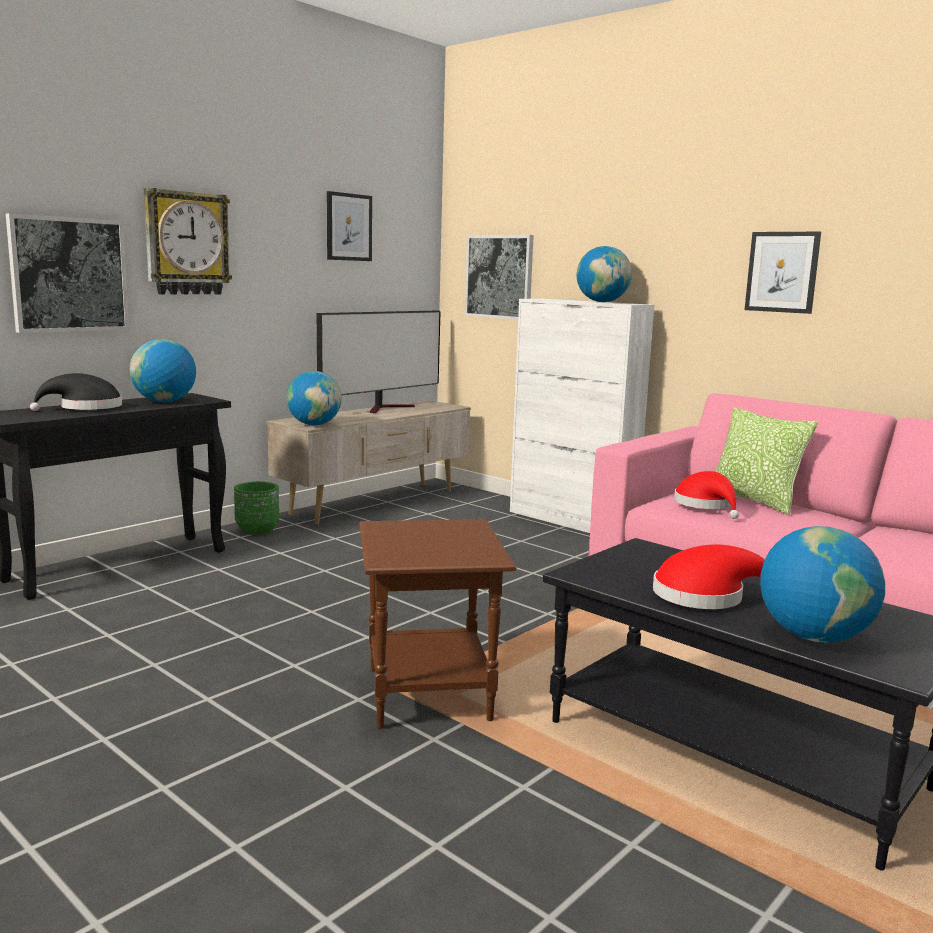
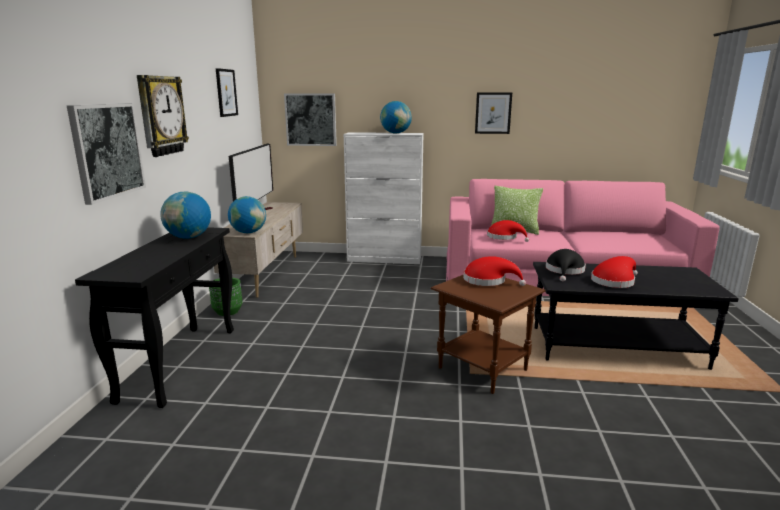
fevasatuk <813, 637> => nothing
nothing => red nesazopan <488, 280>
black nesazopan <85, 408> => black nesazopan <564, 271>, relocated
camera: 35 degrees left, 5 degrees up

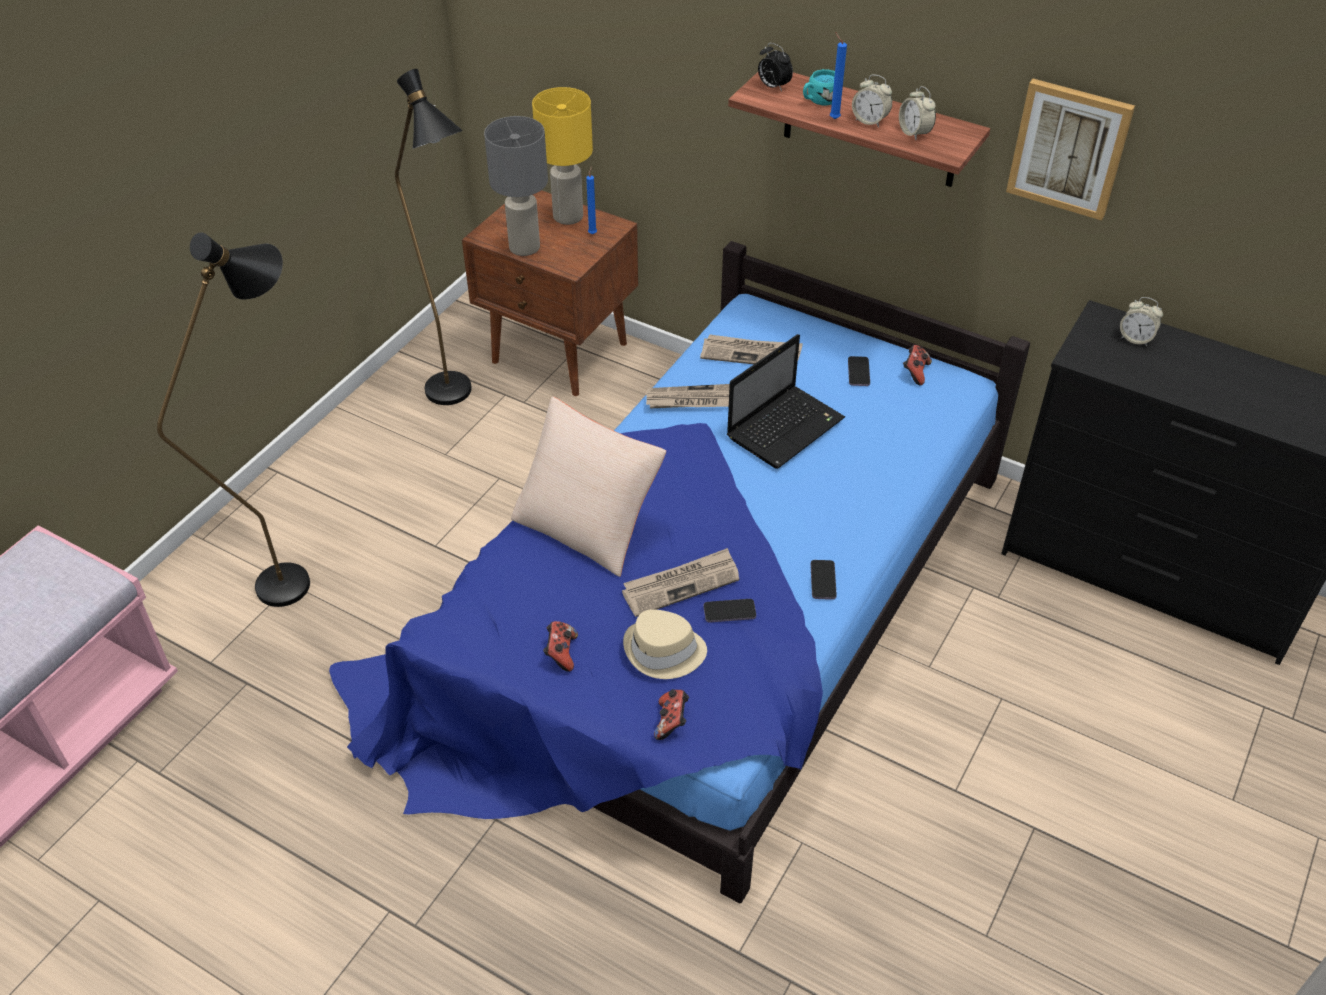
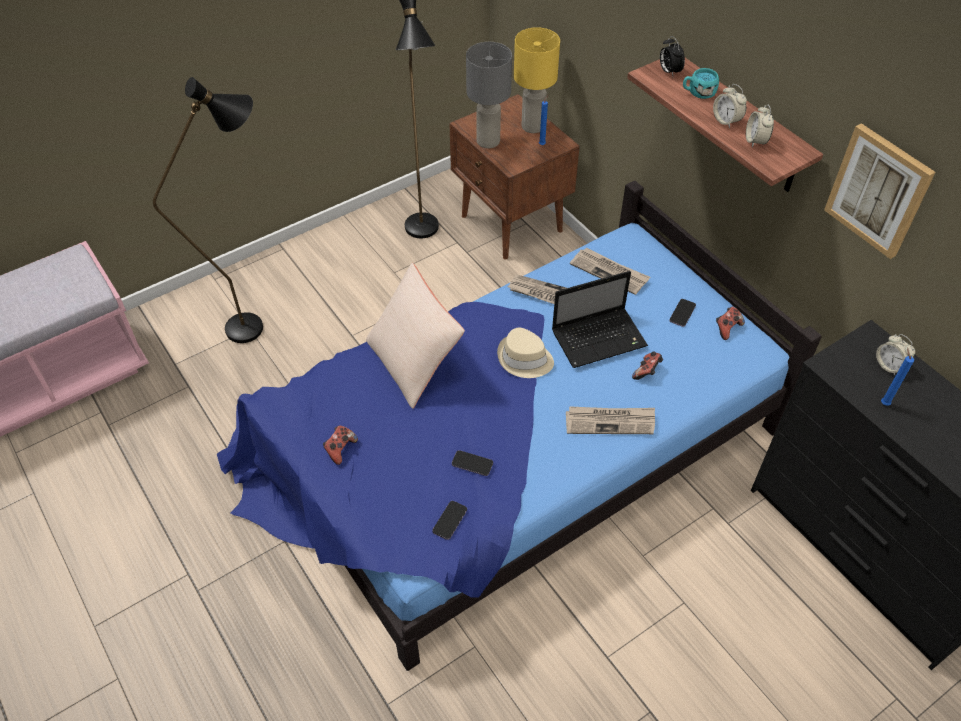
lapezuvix <681, 584> => lapezuvix <610, 422>, relocated
beige nesazopan <664, 652> => beige nesazopan <524, 359>, relocated
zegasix <671, 722> => zegasix <647, 372>, relocated
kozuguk <823, 581> => kozuguk <450, 521>, relocated
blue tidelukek <833, 118> => blue tidelukek <883, 402>, relocated
camera: 25 degrees right, 5 degrees up

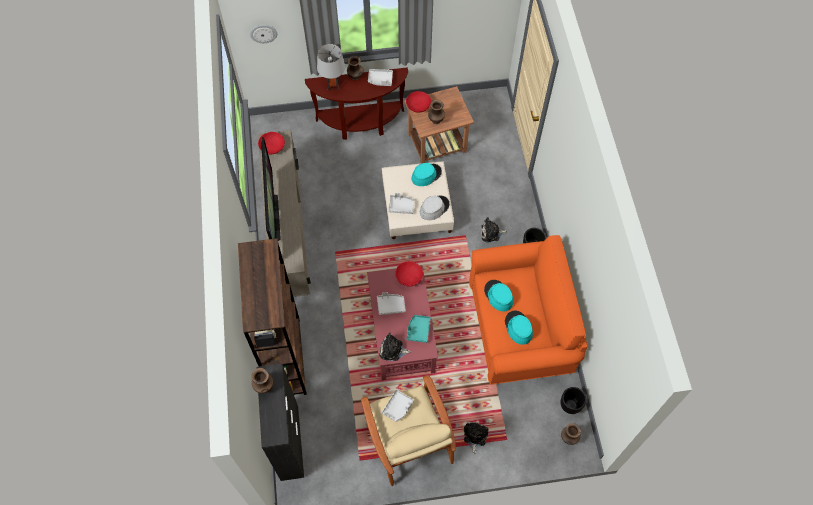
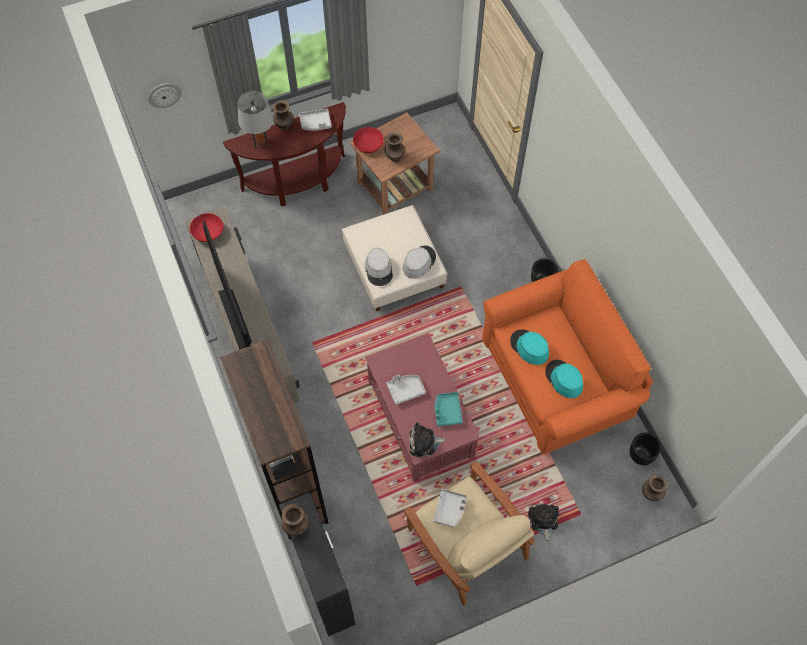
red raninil <409, 277> => nothing
turquoise nesazopan <426, 175> => nothing
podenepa <491, 233> => nothing
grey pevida <401, 206> => grey nesazopan <379, 269>
camera: 15 degrees left, 0 degrees up

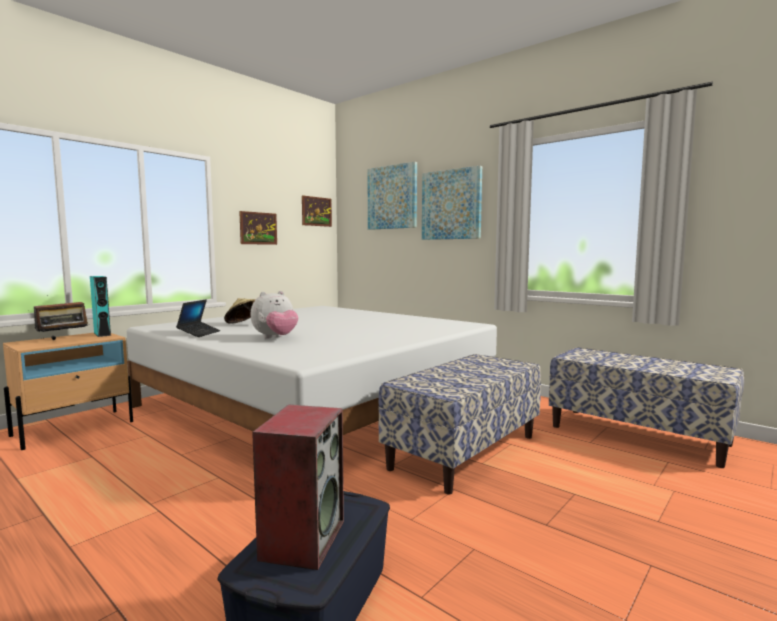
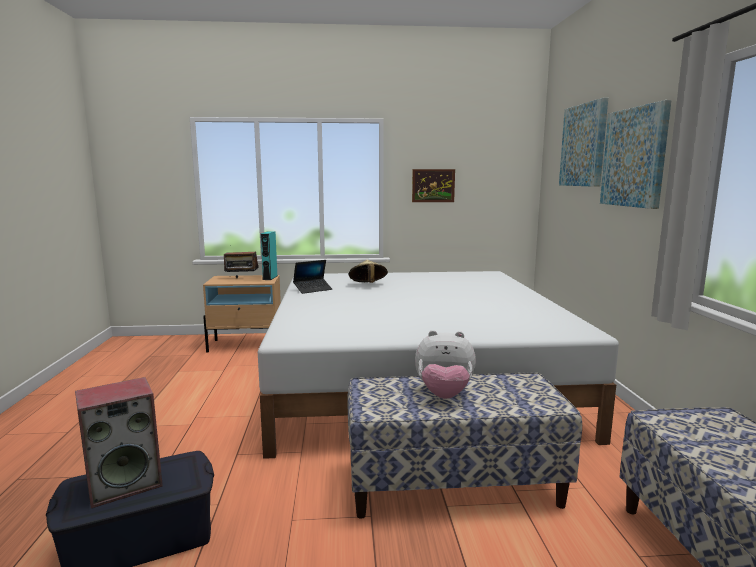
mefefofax <316, 211> => nothing
podenepa <275, 338> => podenepa <444, 395>, relocated
camera: 45 degrees right, 5 degrees up

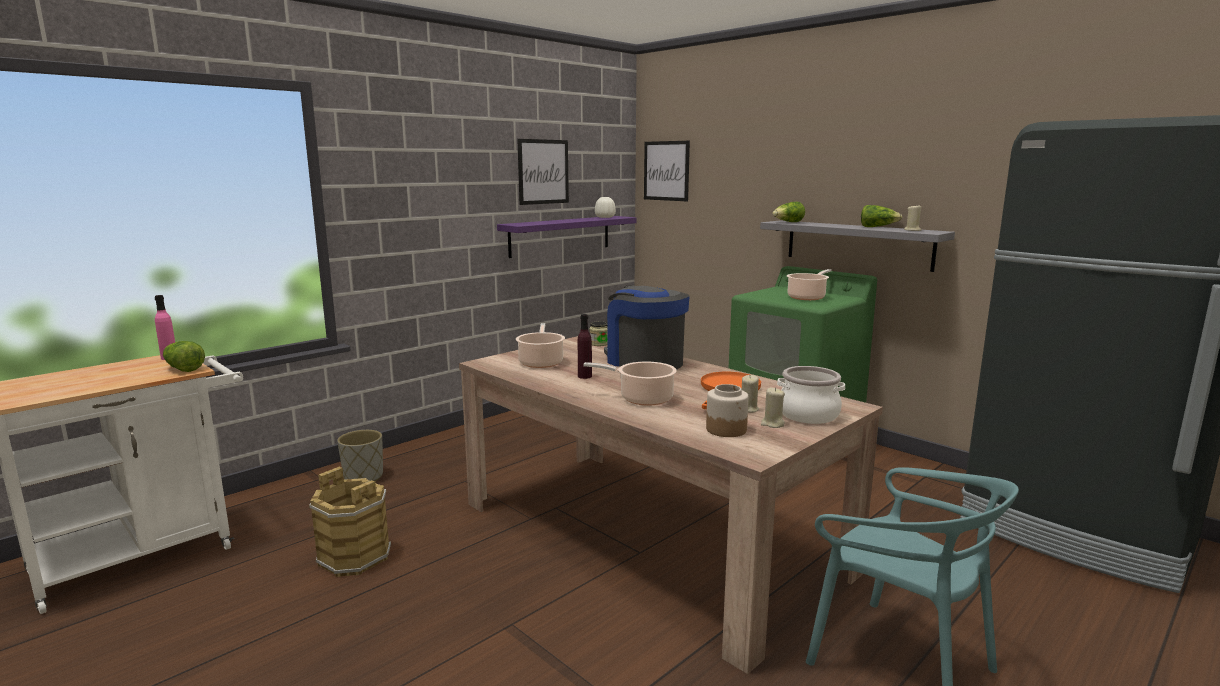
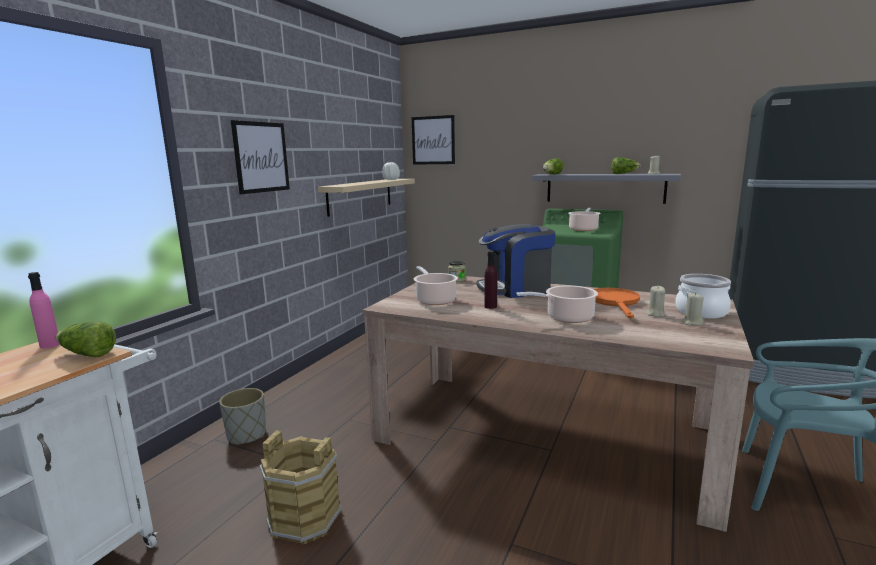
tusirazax <726, 429> => nothing
mefefofax <543, 172> => mefefofax <261, 157>, relocated
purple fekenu <560, 236> => beige fekenu <360, 196>
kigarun <644, 361> => kigarun <516, 289>, 45 degrees counterclockwise
camera: 20 degrees left, 0 degrees up

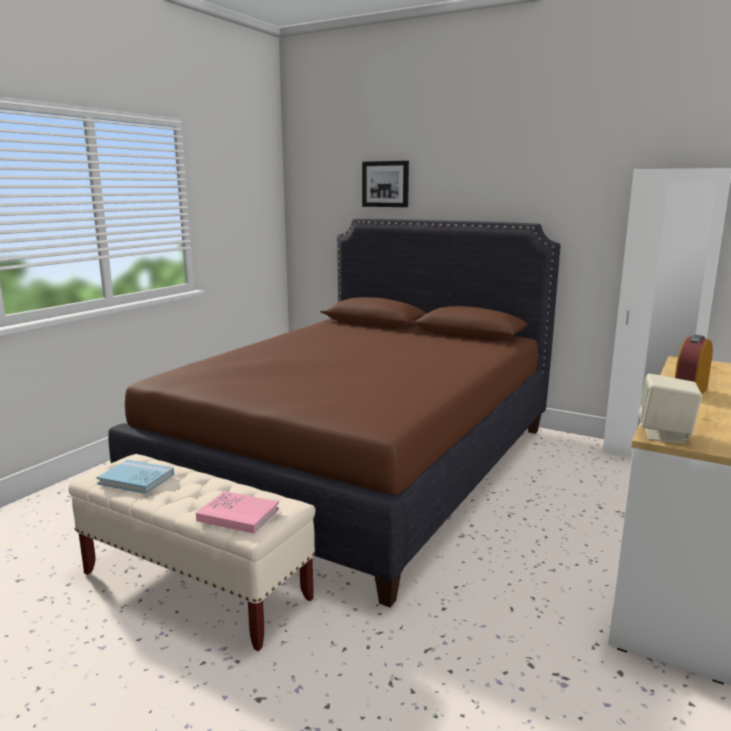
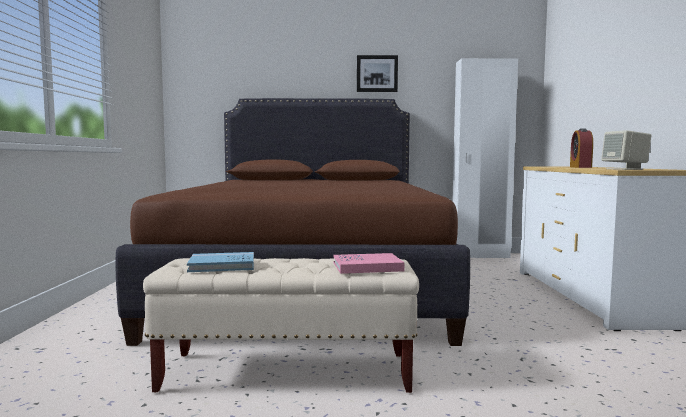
mefefofax <385, 184> => mefefofax <377, 74>, relocated
camera: 30 degrees left, 10 degrees down

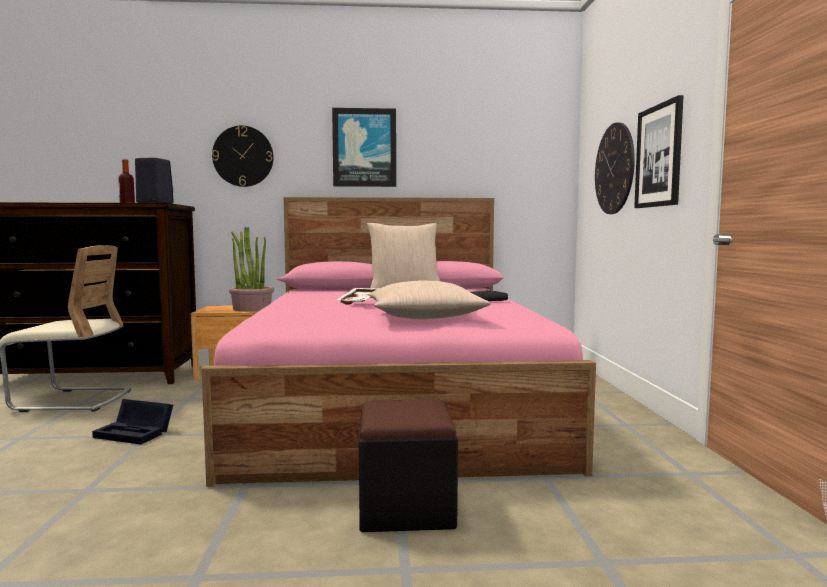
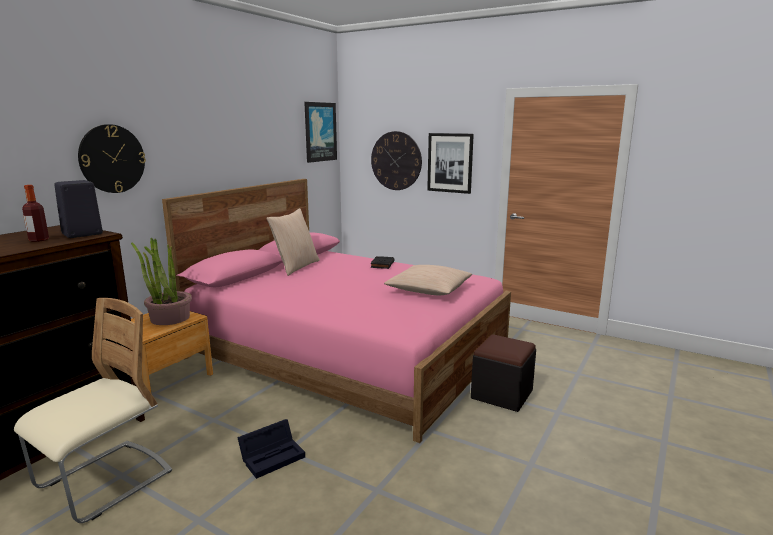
white pevida <360, 301> => nothing
mefefofax <364, 148> => mefefofax <320, 132>, relocated
camera: 55 degrees left, 10 degrees up

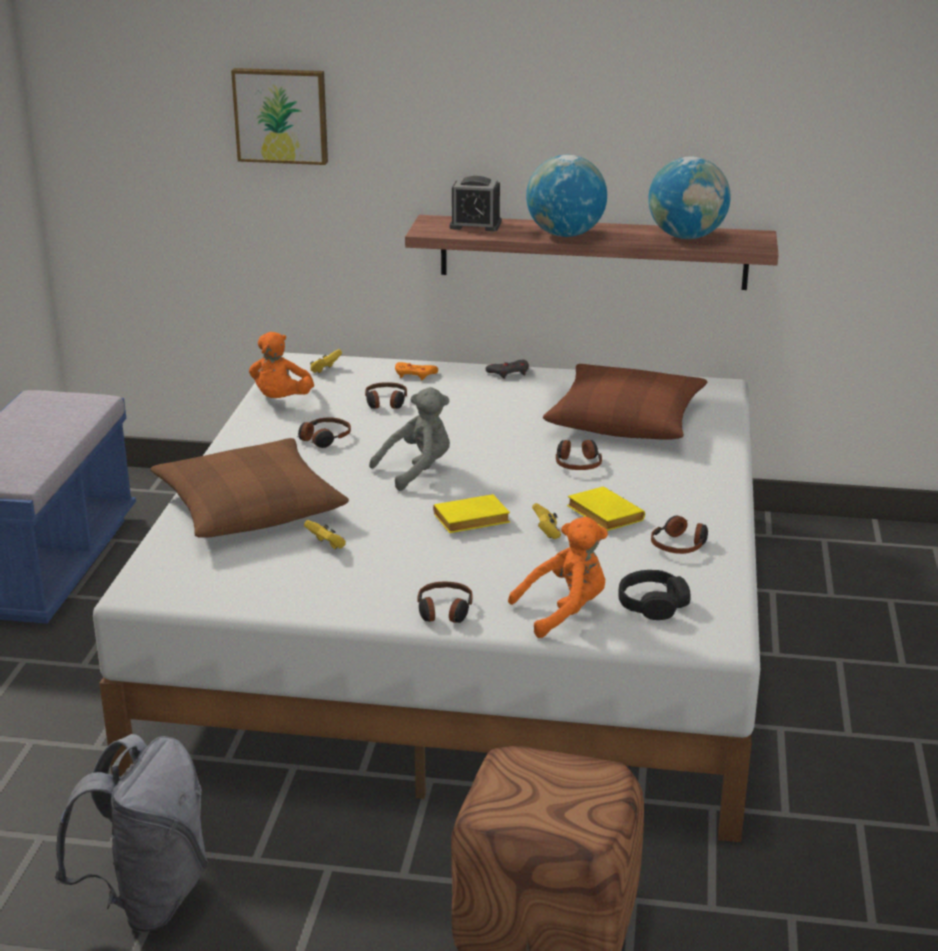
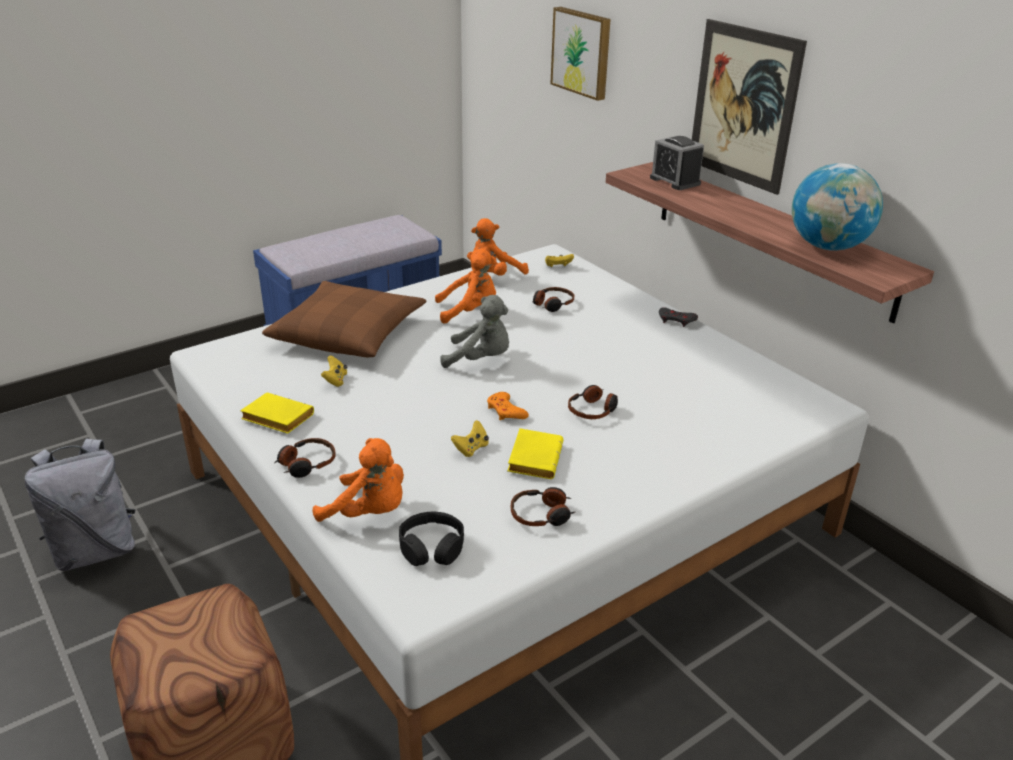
fevasatuk <565, 235> => nothing
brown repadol <626, 419> => nothing
nothing => mefefofax <743, 106>
orange zegasix <415, 374> => orange zegasix <506, 411>, relocated
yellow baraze <470, 521> => yellow baraze <275, 418>, relocated
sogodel <324, 439> => orange podenepa <469, 311>
camera: 45 degrees right, 5 degrees up

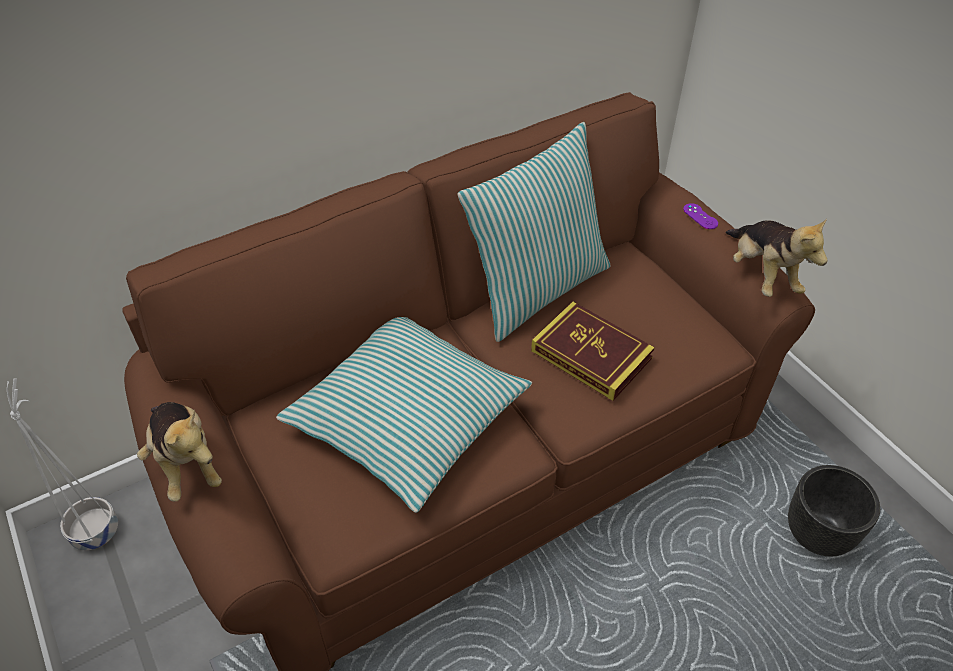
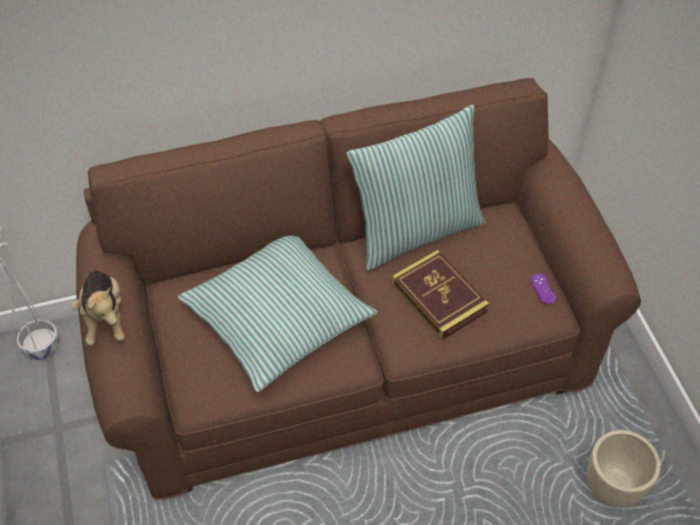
podenepa <762, 274> => nothing
purple zegasix <700, 216> => purple zegasix <543, 289>, relocated
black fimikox <818, 533> => beige fimikox <613, 486>
camera: 15 degrees right, 5 degrees up

